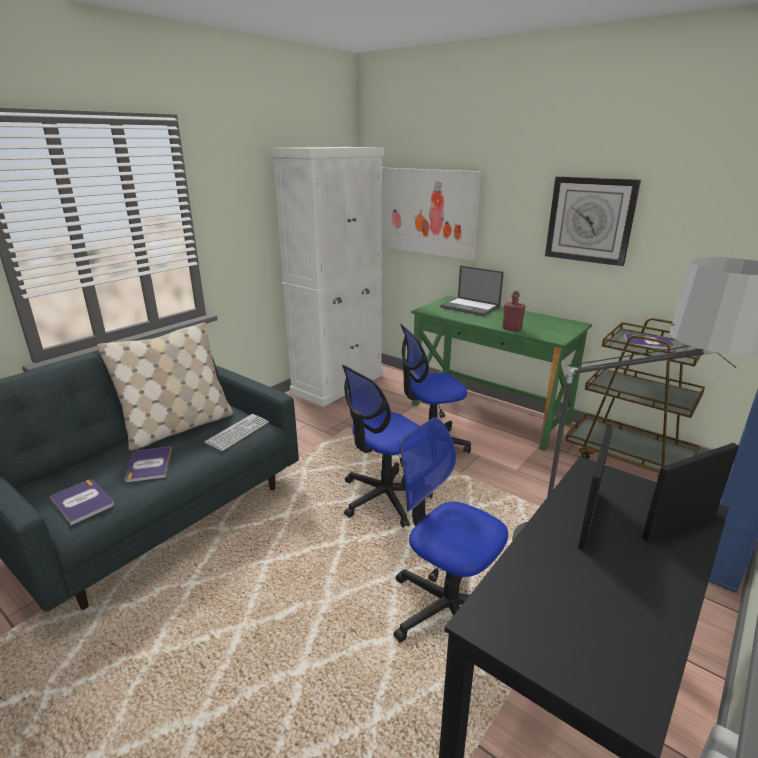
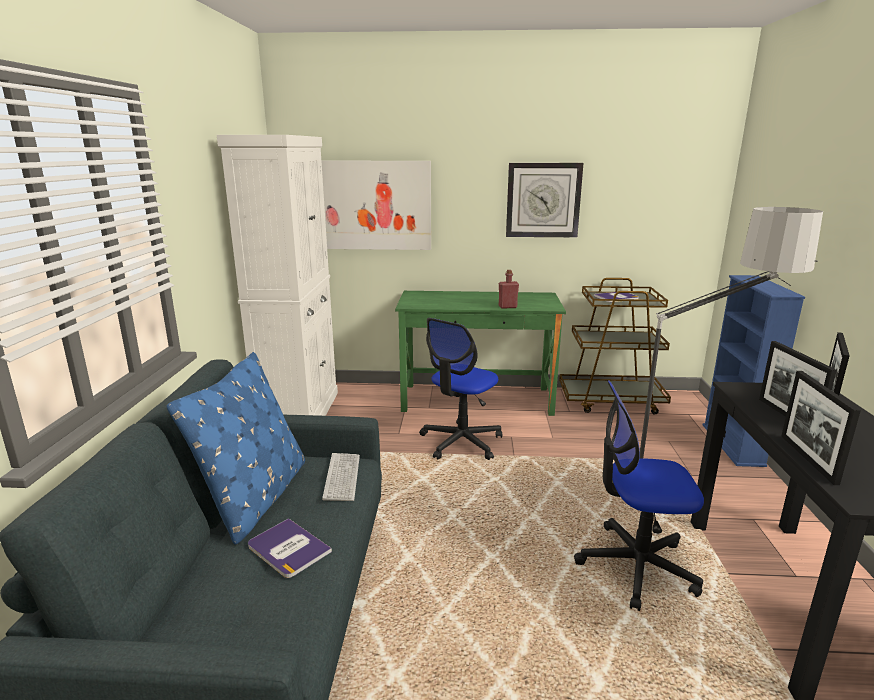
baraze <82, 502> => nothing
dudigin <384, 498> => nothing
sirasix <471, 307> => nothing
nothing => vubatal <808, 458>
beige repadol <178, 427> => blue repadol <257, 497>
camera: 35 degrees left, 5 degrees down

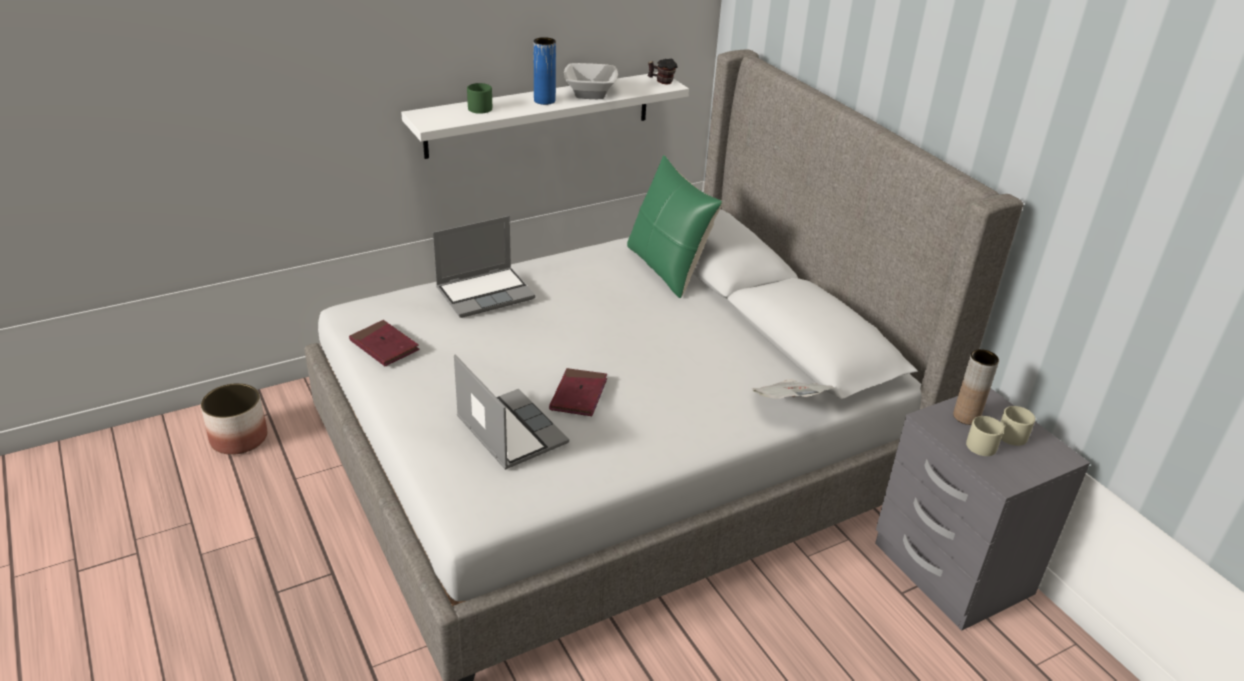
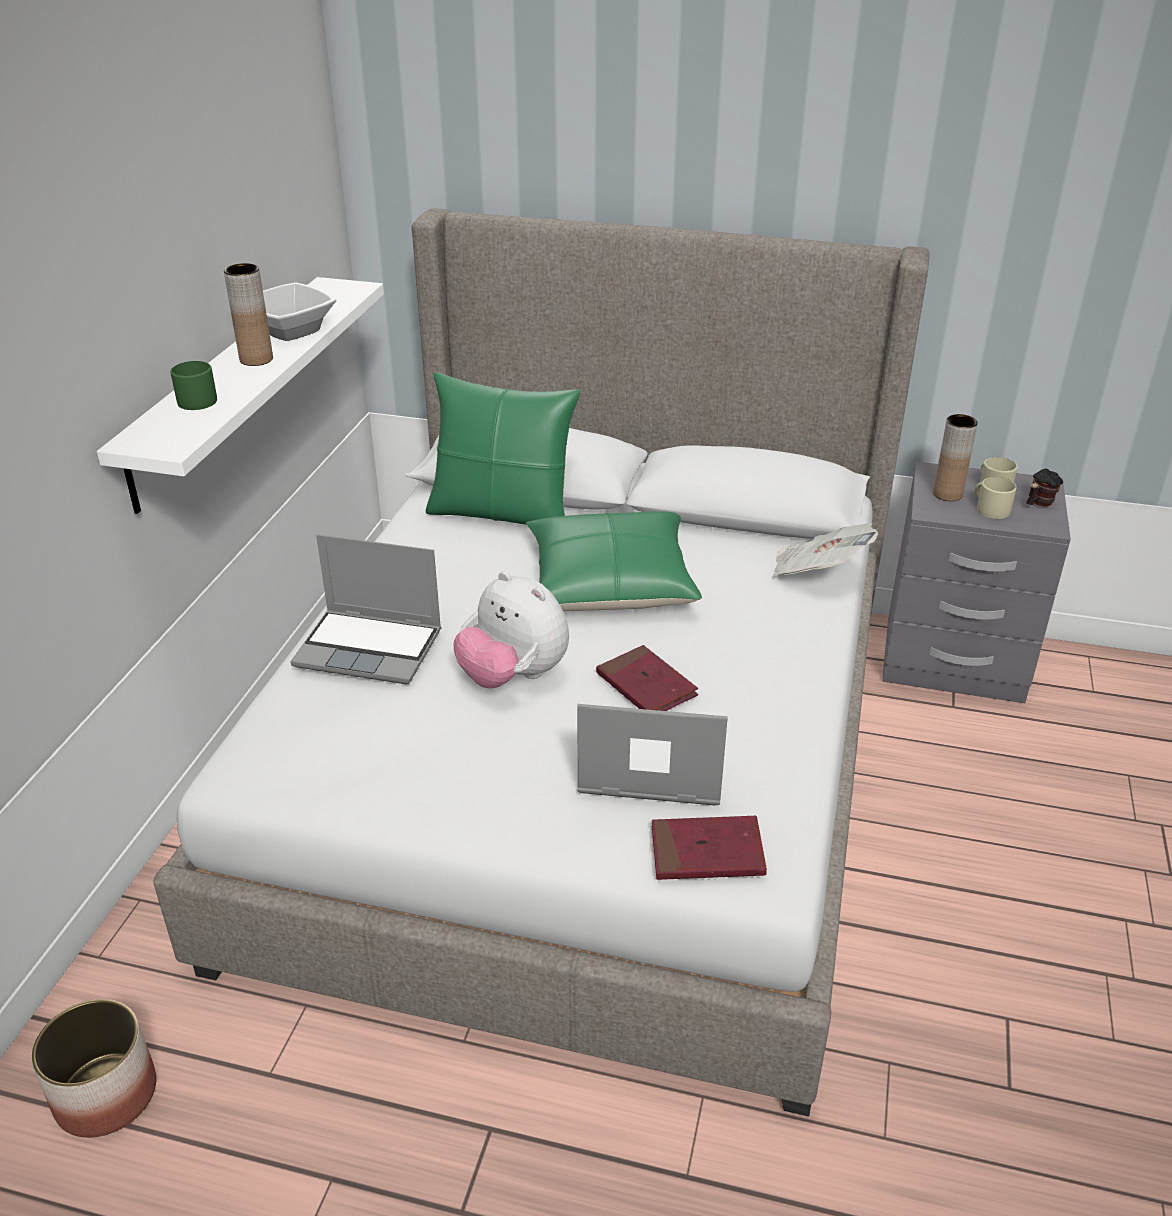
nothing => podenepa <513, 676>
nothing => green repadol <609, 582>
red baraze <384, 346> => red baraze <707, 852>, relocated
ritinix <661, 81> => ritinix <1038, 503>, relocated
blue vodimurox <544, 100> => brown vodimurox <256, 359>
sirasix <486, 293> => sirasix <371, 648>, 90 degrees clockwise
camera: 45 degrees left, 0 degrees up

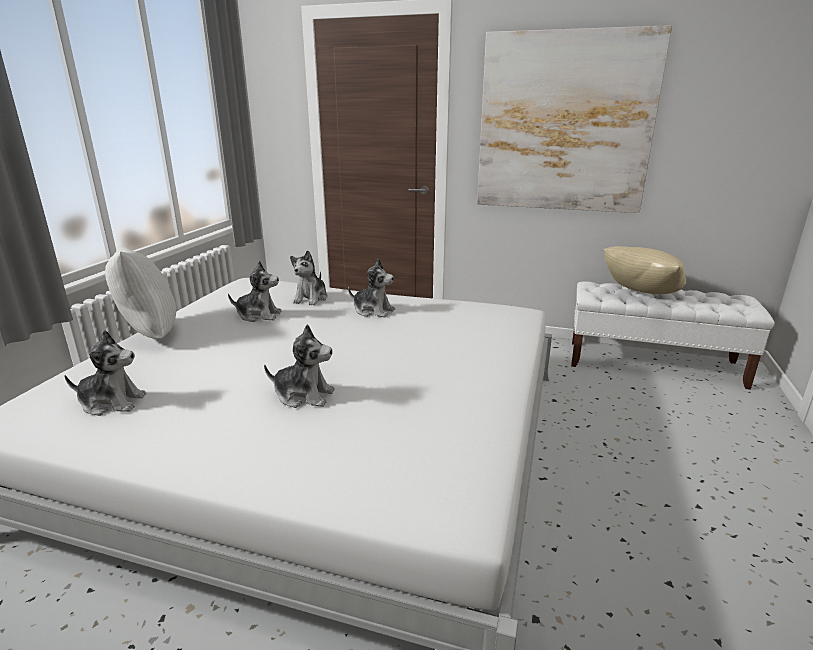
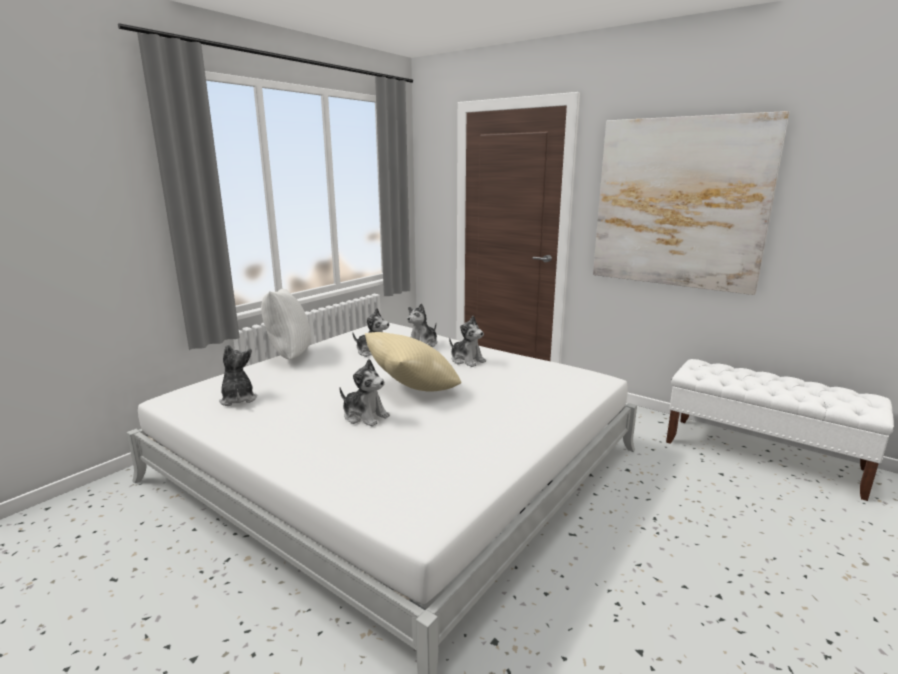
beige repadol <640, 295> => beige repadol <412, 389>, relocated
podenepa <112, 402> => podenepa <238, 399>, 135 degrees counterclockwise
camera: 20 degrees right, 5 degrees down

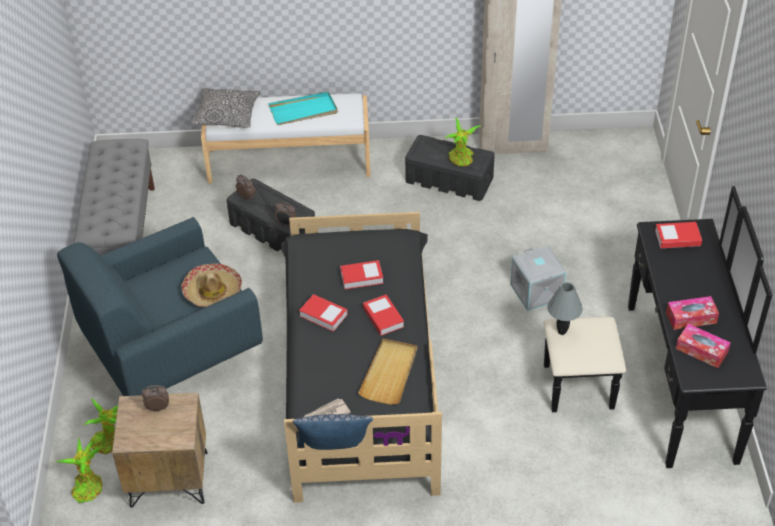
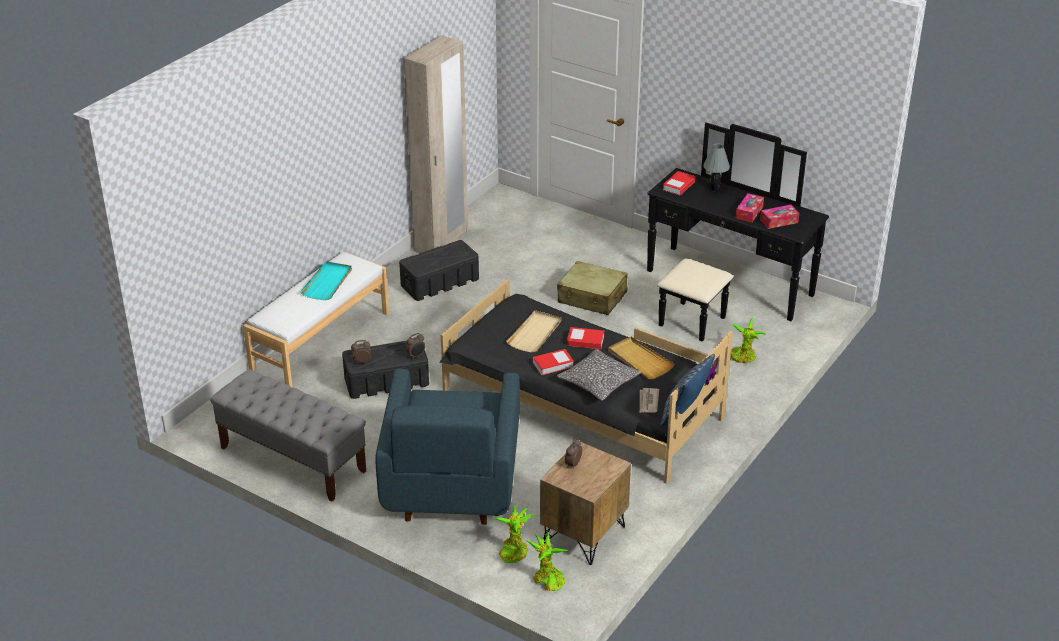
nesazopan <212, 291> => nothing
repadol <226, 115> => repadol <598, 382>, relocated
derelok <461, 160> => derelok <744, 357>, relocated
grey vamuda <561, 331> => grey vamuda <714, 189>, relocated
baraze <361, 277> => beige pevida <535, 333>
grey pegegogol <537, 291> => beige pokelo <592, 297>
camera: 55 degrees left, 10 degrees down

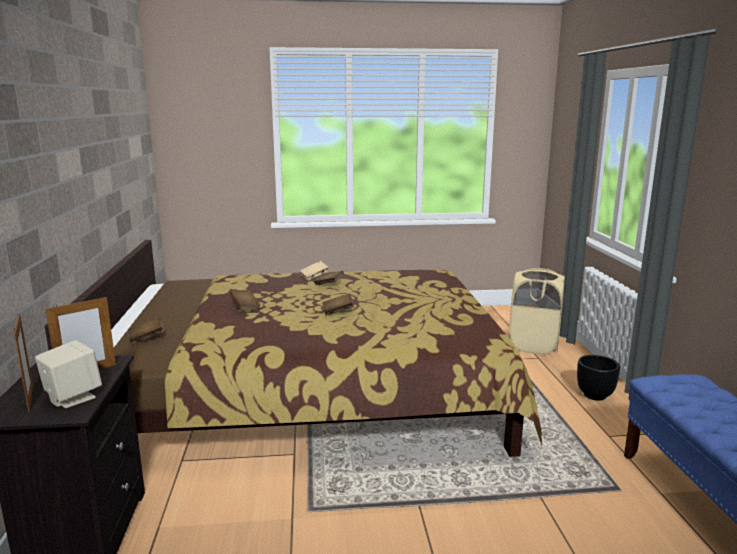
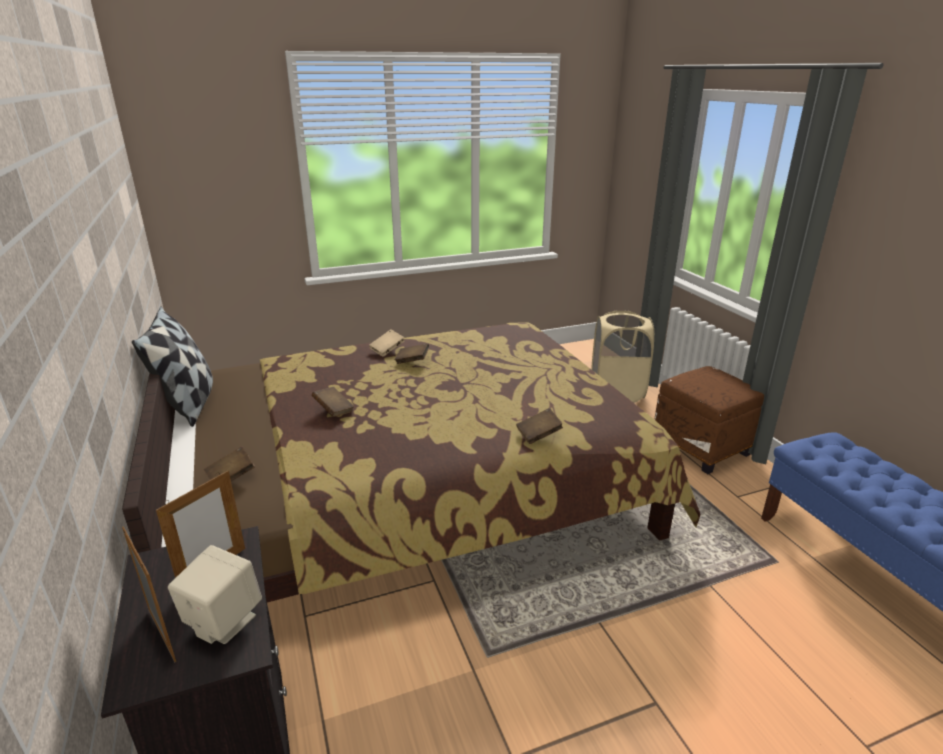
nothing => repadol <189, 404>
brown baraze <338, 312> => brown baraze <539, 435>, relocated
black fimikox <595, 395> => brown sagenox <703, 448>
camera: 15 degrees left, 10 degrees up

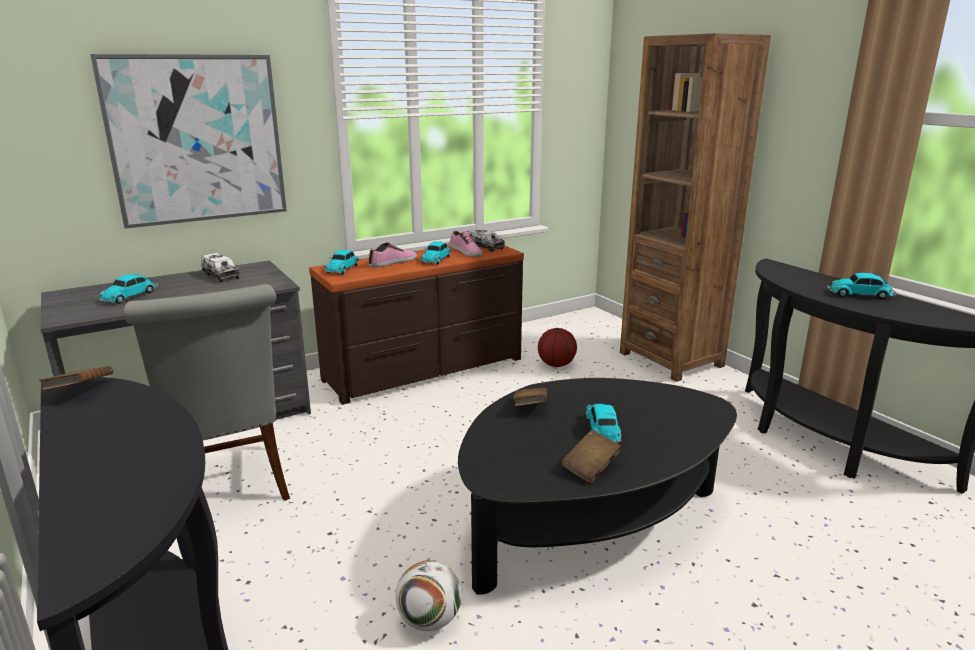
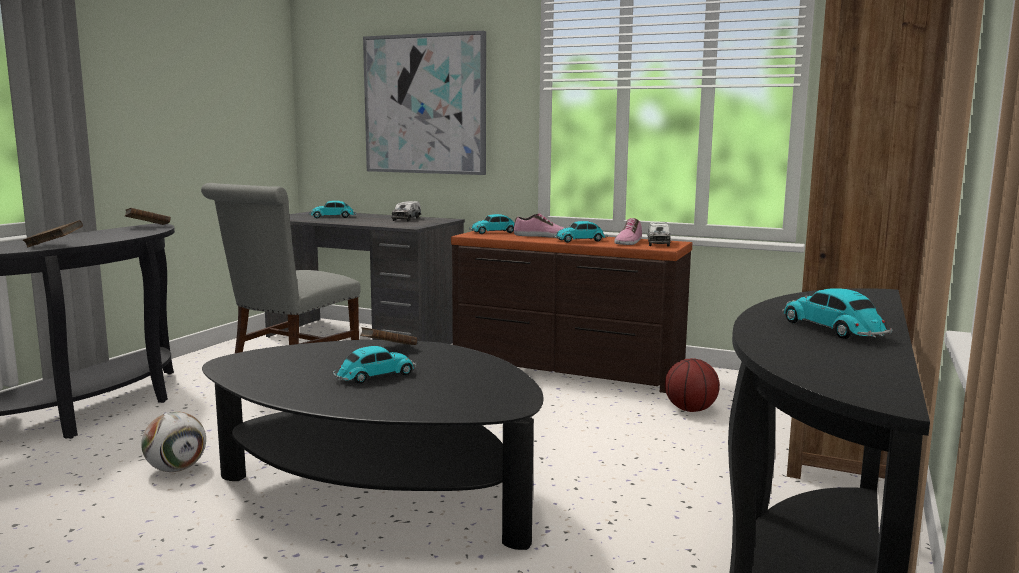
brown baraze <590, 468> => brown baraze <54, 246>, relocated
camera: 55 degrees right, 10 degrees down

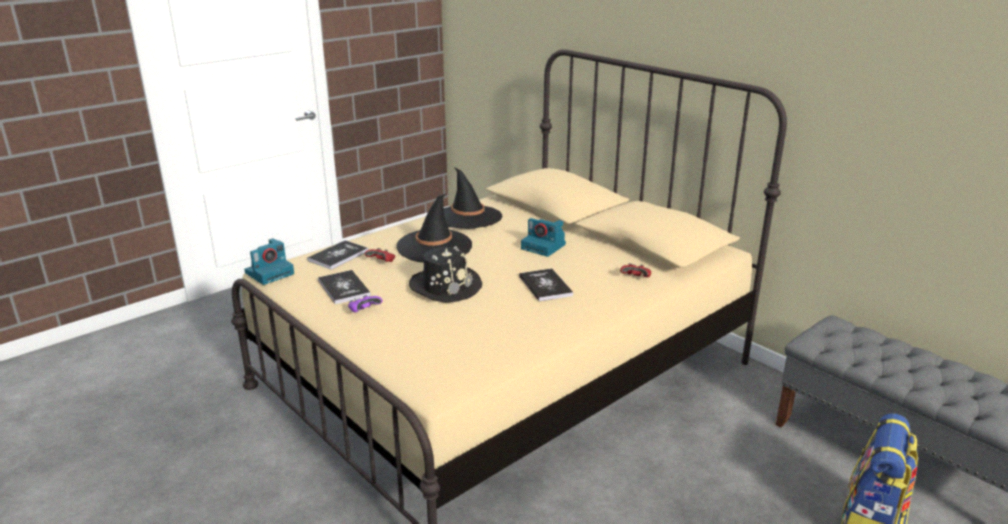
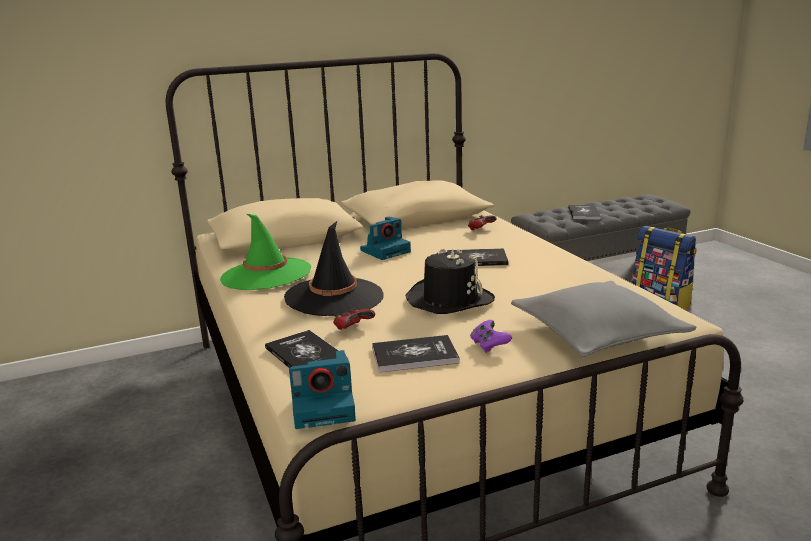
nothing => grey repadol <597, 333>
nothing => baraze <584, 213>
black nesazopan <467, 217> => green nesazopan <266, 275>
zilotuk <270, 273> => zilotuk <325, 407>, 105 degrees clockwise
camera: 70 degrees left, 5 degrees down

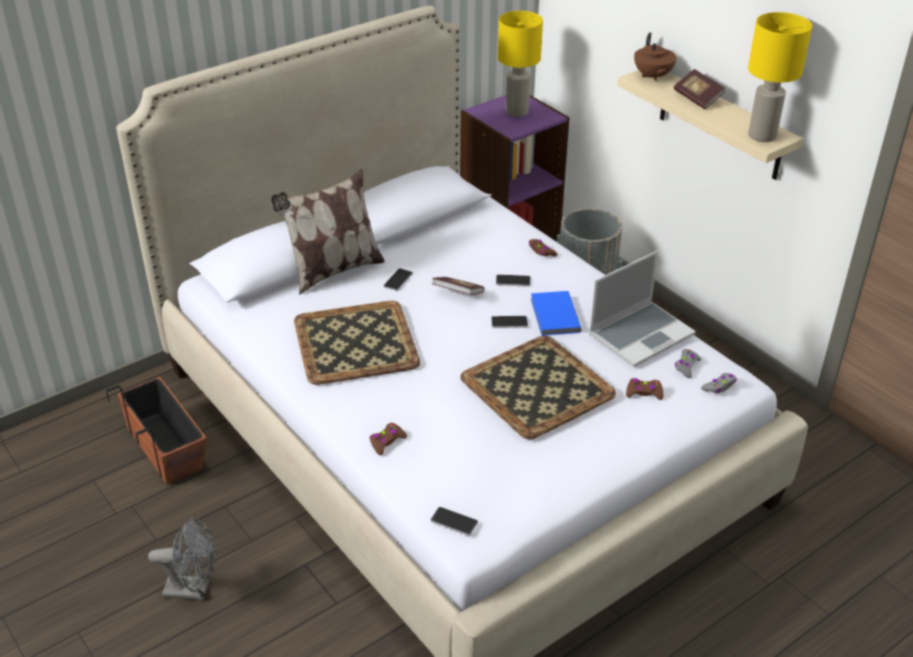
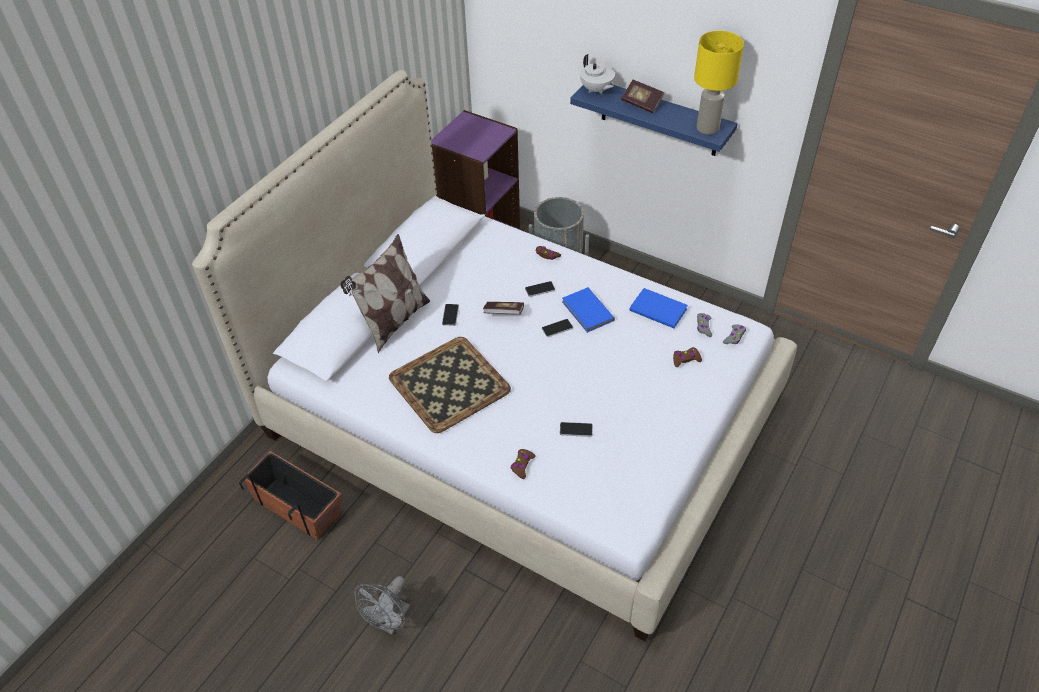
pevida <539, 387> => nothing
yellow vamuda <517, 112> => nothing
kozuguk <454, 522> => kozuguk <576, 430>, relocated
sirasix <641, 334> => blue baraze <658, 309>
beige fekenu <720, 123> => blue fekenu <659, 118>
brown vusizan <652, 76> => white vusizan <596, 90>
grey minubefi <194, 590> => grey minubefi <390, 622>, 135 degrees clockwise
camera: 20 degrees left, 10 degrees up

